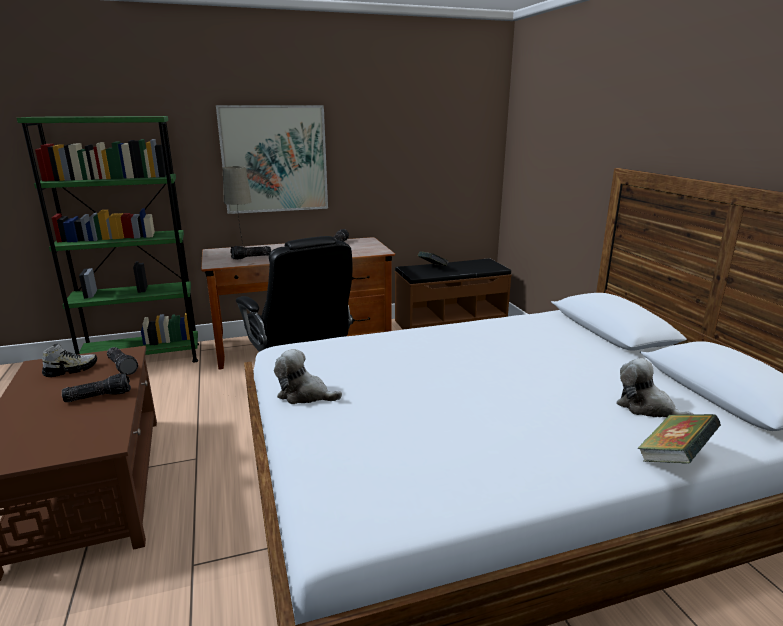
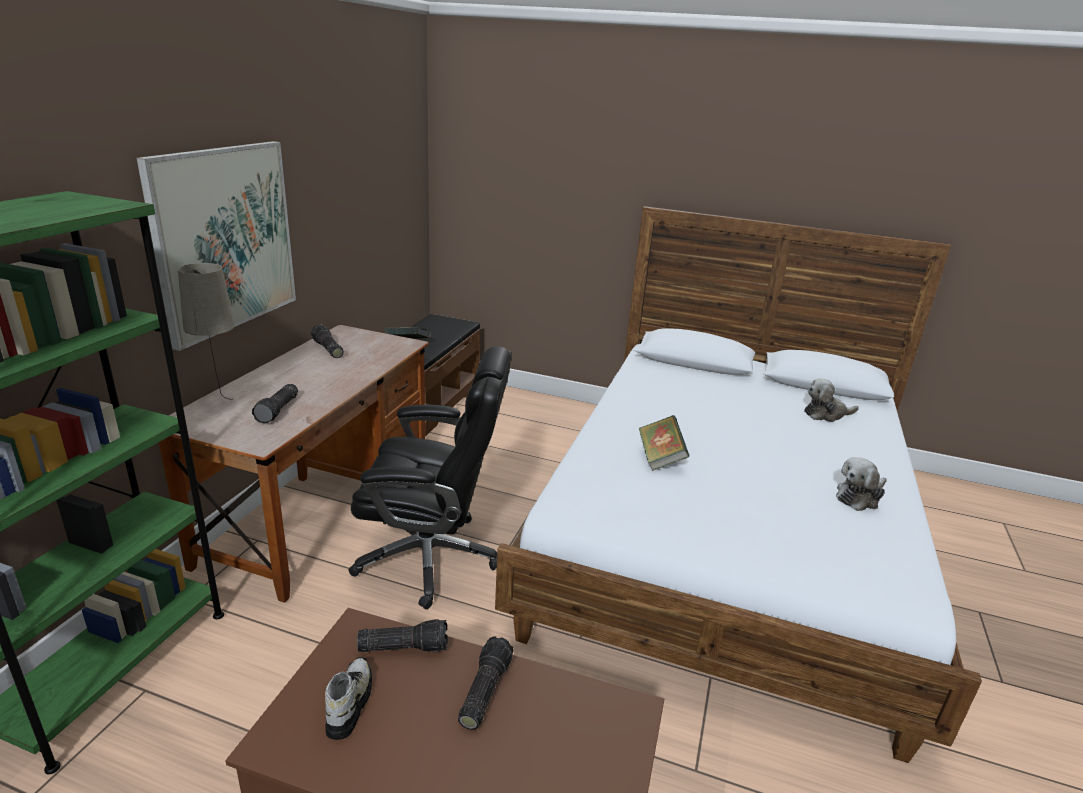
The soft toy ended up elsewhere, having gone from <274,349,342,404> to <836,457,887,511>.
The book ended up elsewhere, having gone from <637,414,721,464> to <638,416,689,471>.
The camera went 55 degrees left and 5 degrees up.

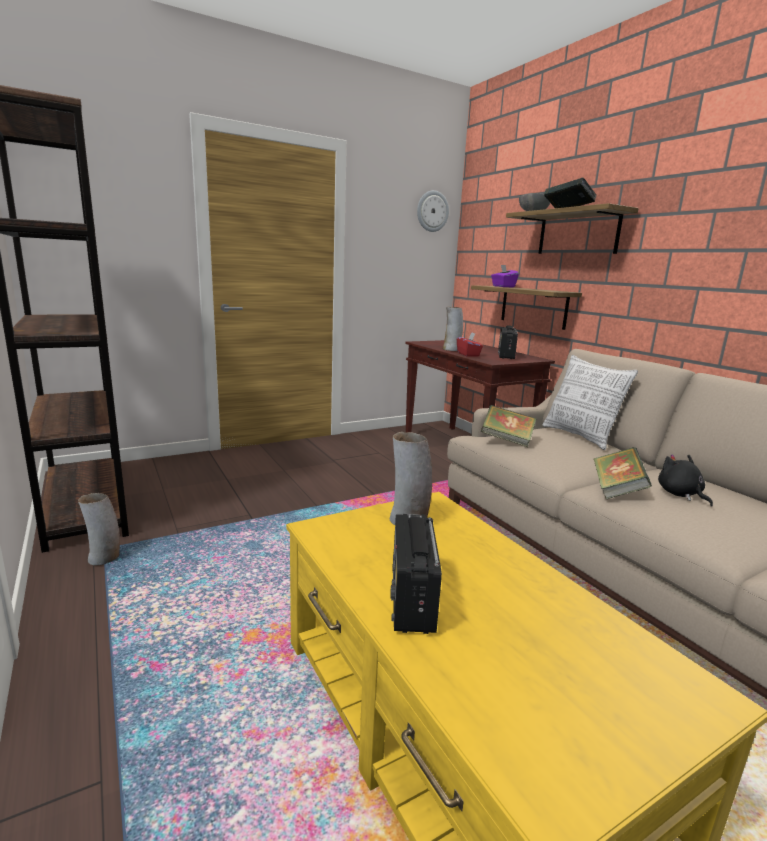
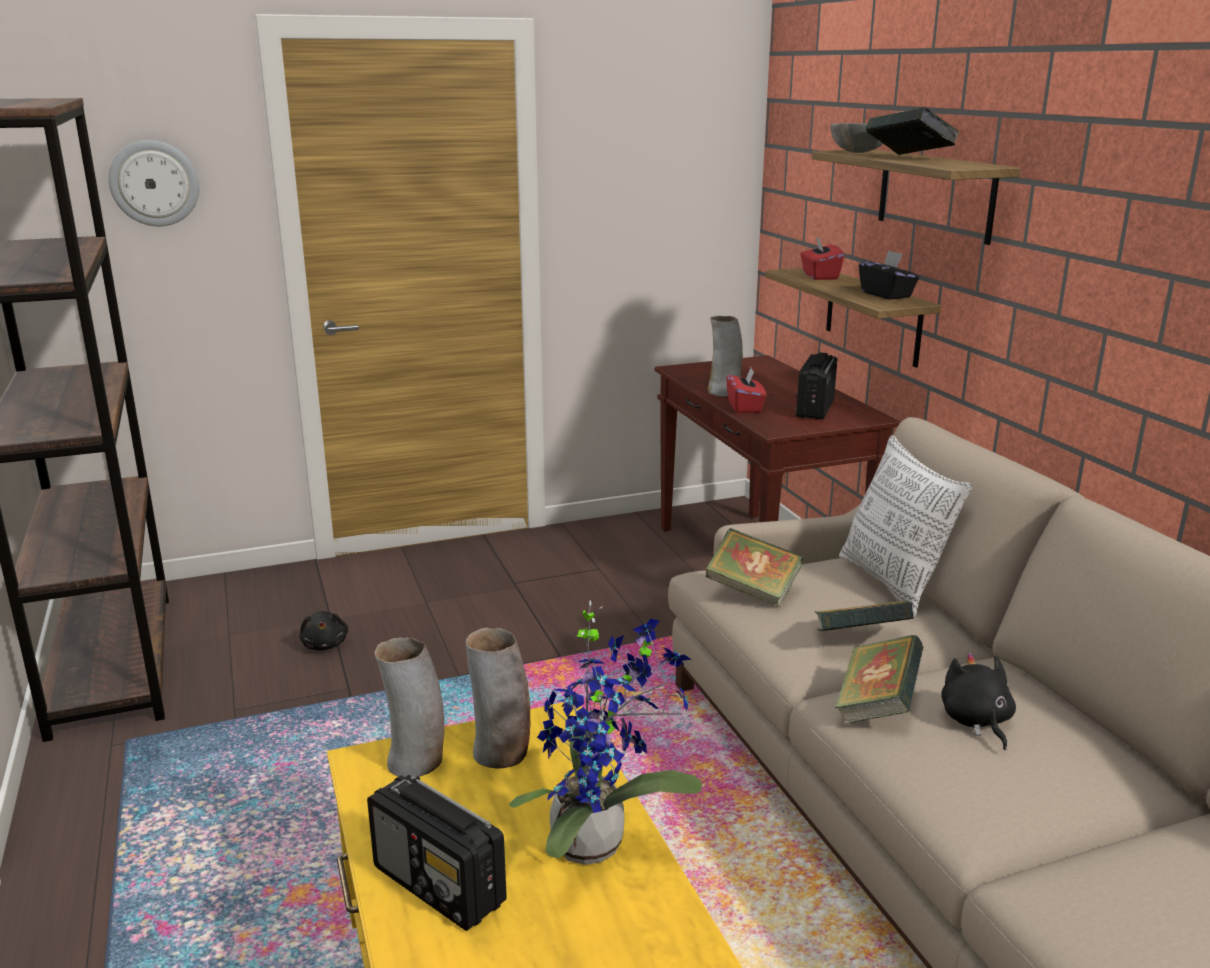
The second view gained the blackish soft toy at <299,611,348,650>.
The second view gained the potted plant at <509,600,702,865>.
The second view gained the book at <815,601,914,631>.
The second view gained the blackish tissue box at <859,250,919,300>.
The decorative vase ended up elsewhere, having gone from <78,493,120,565> to <374,637,444,777>.
The hanging clock ended up elsewhere, having gone from <417,190,449,232> to <108,140,200,226>.
What was the purple tissue box at <491,265,519,287> turned into the red-coloured tissue box at <800,235,844,280>.
The radio set at <390,513,442,634> ended up facing another way, 60 degrees counterclockwise from before.
The camera went 10 degrees right and 5 degrees up.

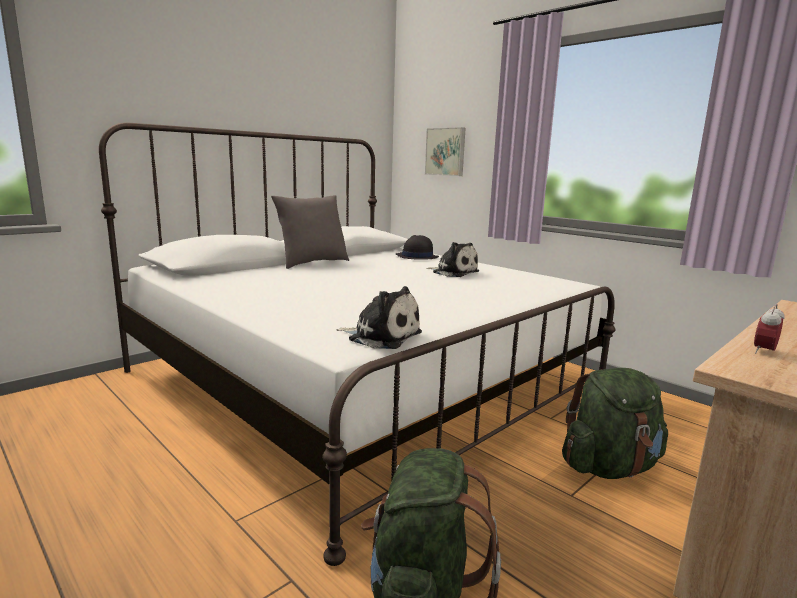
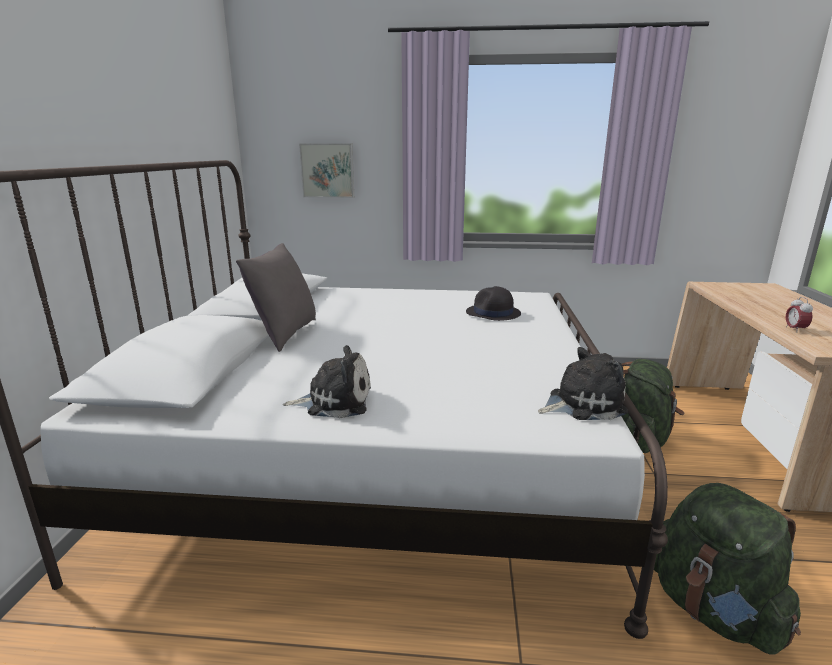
The blackish wearable hat ended up elsewhere, having gone from <396,235,439,260> to <466,286,521,321>.
The soft toy ended up elsewhere, having gone from <426,242,479,277> to <283,345,371,418>.
The camera went 40 degrees left and 5 degrees up.

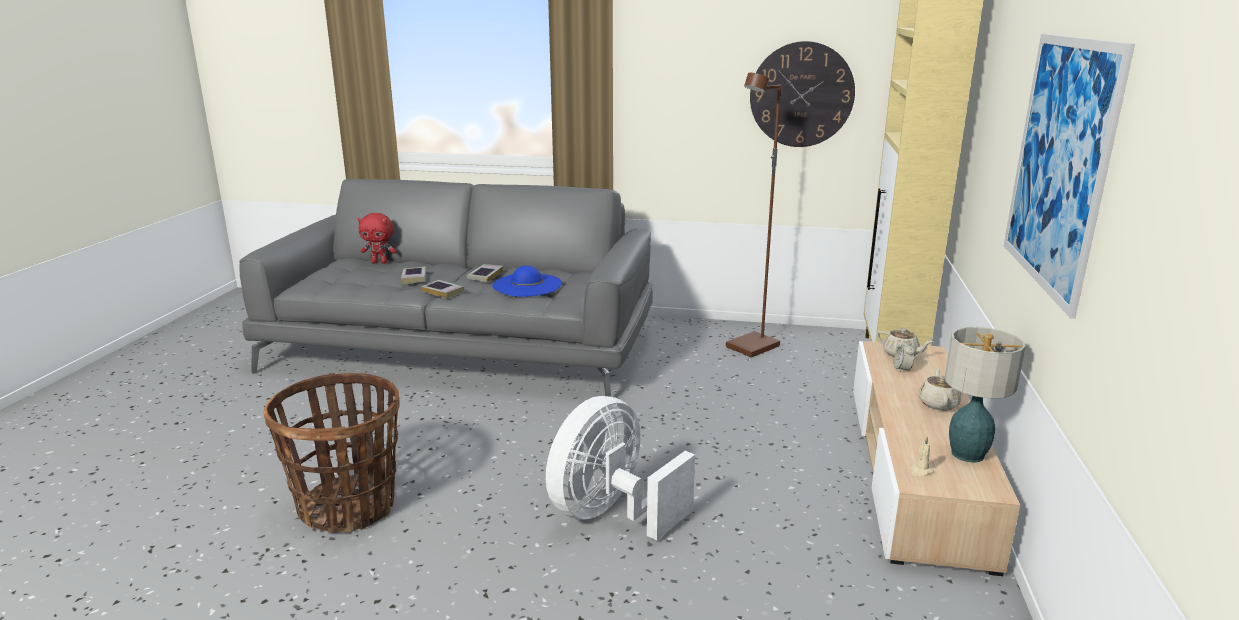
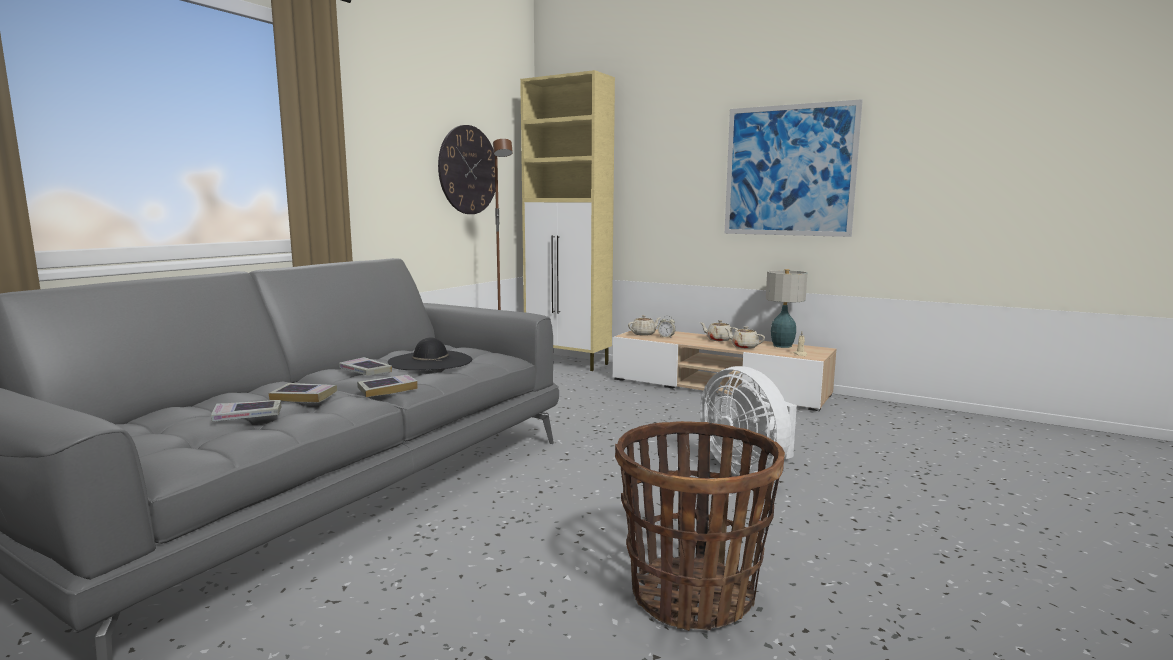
The second view lost the red-coloured soft toy at <357,213,396,264>.
The second view gained the book at <211,400,282,422>.
The second view gained the sand-coloured teapot at <725,326,765,349>.
What was the bluish wearable hat at <492,265,562,297> turned into the blackish wearable hat at <388,337,472,370>.
The camera went 70 degrees left and 10 degrees down.

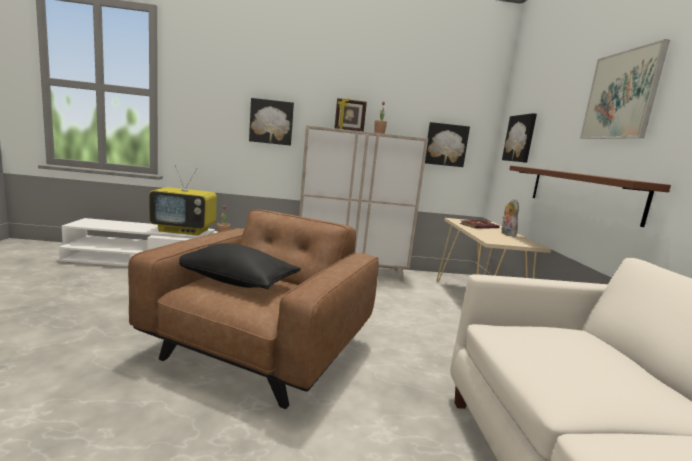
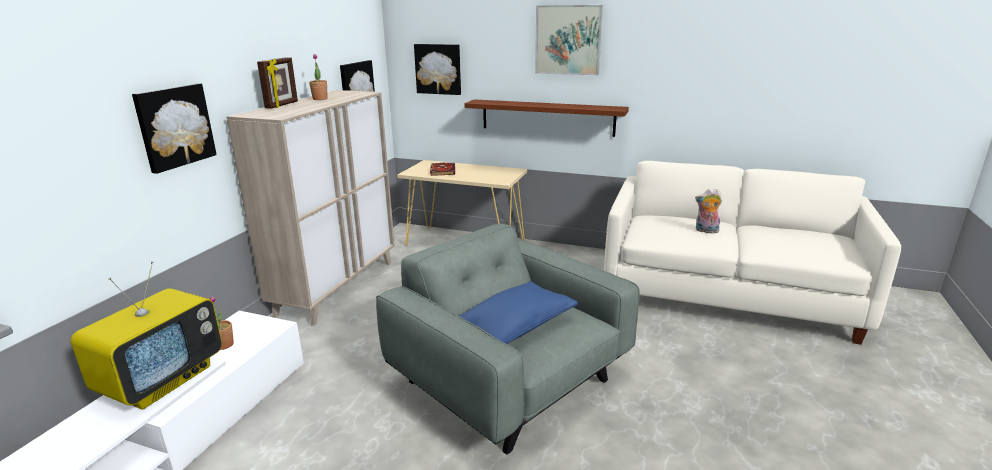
The soft toy ended up elsewhere, having gone from <501,199,519,237> to <695,189,722,233>.
What was the brown armchair at <128,209,379,409> turned into the greyish armchair at <376,224,640,454>.
What was the blackish throw pillow at <179,243,301,289> turned into the bluish throw pillow at <459,281,578,344>.
The camera went 65 degrees left and 10 degrees up.

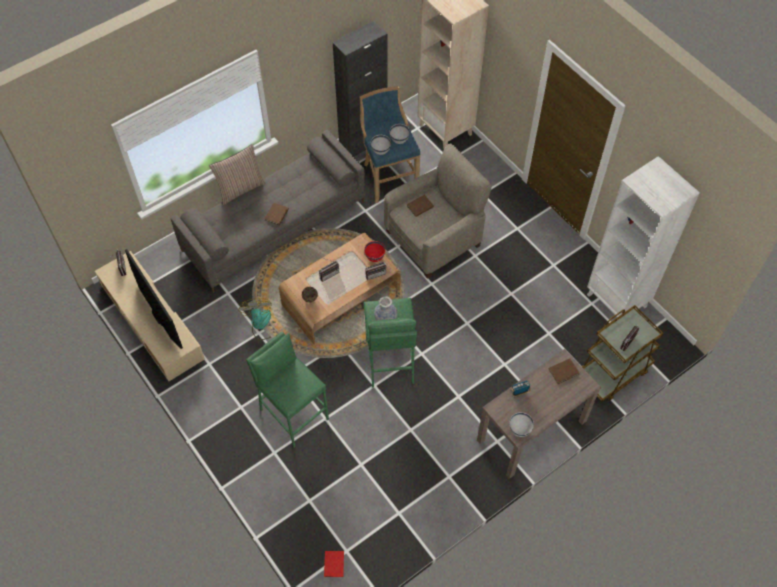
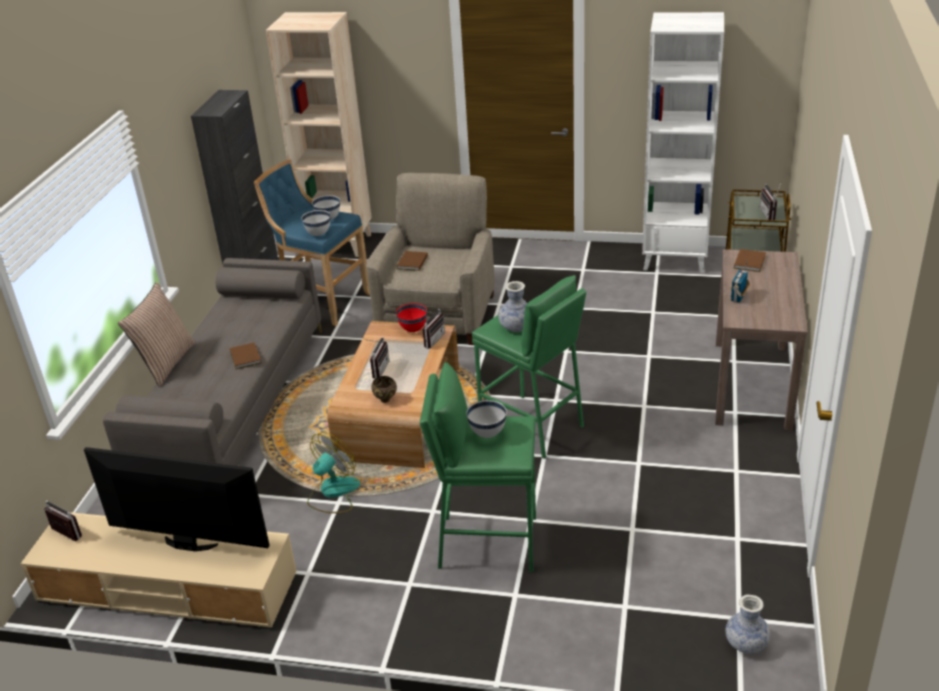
The white-coloured deep dish ended up elsewhere, having gone from <510,412,534,437> to <466,400,507,438>.
Where the red-coloured book stood at <324,551,344,577>, the decorative vase came to stand at <726,594,770,654>.
The fan at <238,298,276,340> ended up facing another way, 90 degrees clockwise from before.
The camera went 40 degrees left and 25 degrees down.

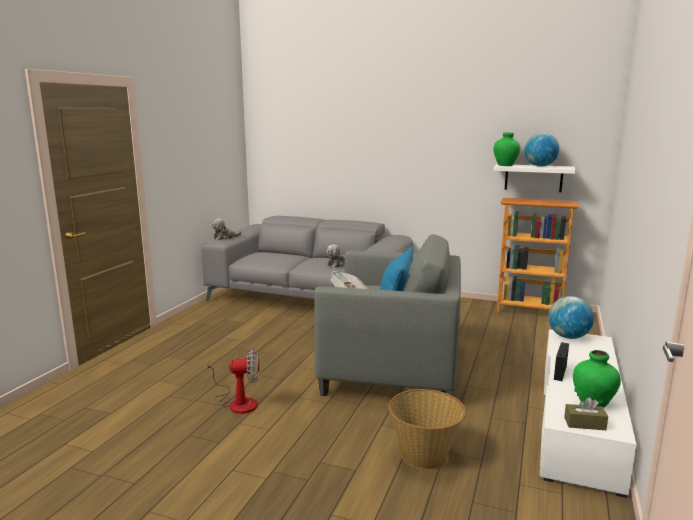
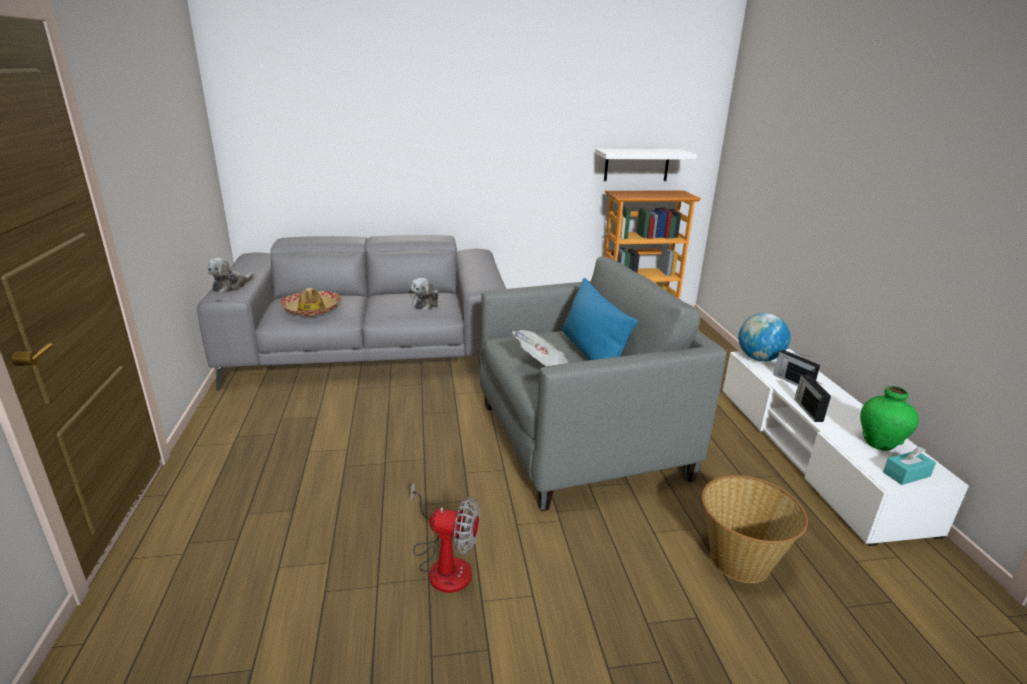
The second view lost the green-coloured decorative vase at <493,132,521,166>.
The second view lost the globe at <525,133,559,167>.
The second view gained the wearable hat at <280,288,341,316>.
The second view gained the radio set at <774,350,820,386>.
What was the brown tissue box at <564,397,608,430> turned into the turquoise-coloured tissue box at <883,447,936,485>.
The fan at <207,348,260,414> ended up facing another way, 45 degrees clockwise from before.
The camera went 30 degrees left and 10 degrees up.

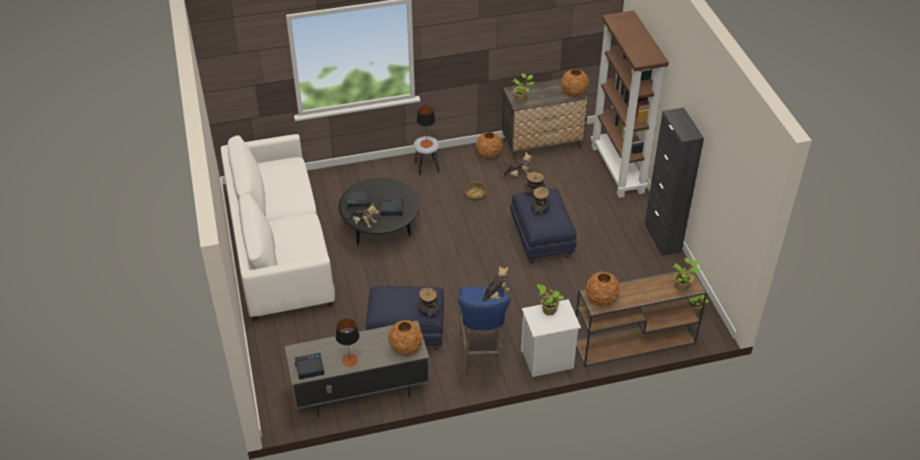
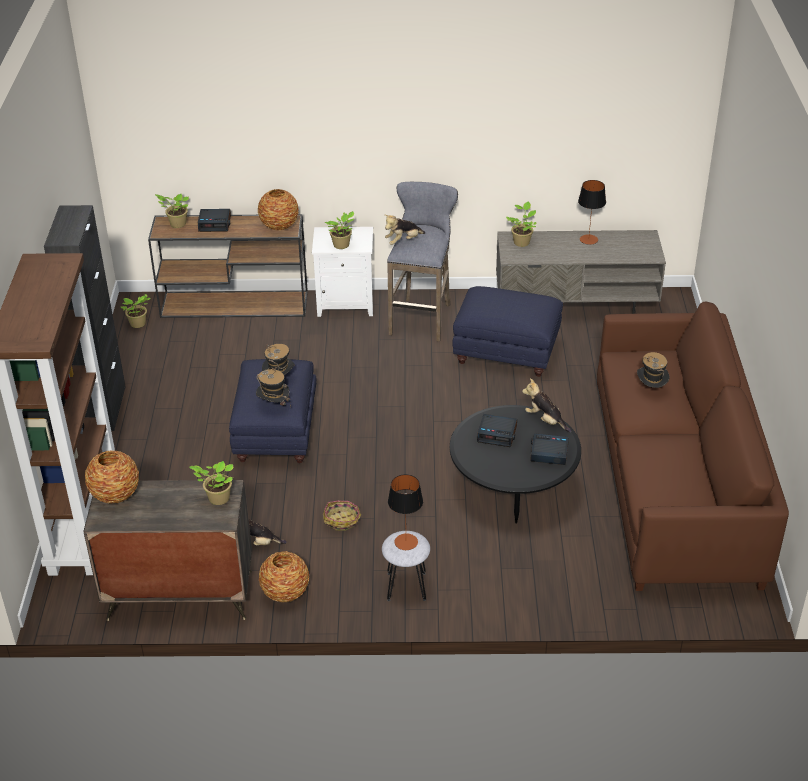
The alarm clock ended up elsewhere, having gone from <294,353,325,380> to <198,209,231,232>.
The wearable hat ended up elsewhere, having gone from <417,288,440,316> to <637,352,670,388>.
Where the decorative vase stood at <388,320,423,355>, the potted plant came to stand at <506,202,536,247>.
What was the white-coloured sofa at <221,134,335,321> turned into the brown sofa at <597,302,789,591>.
What was the bluish sitting stool at <458,287,511,375> turned into the greyish sitting stool at <387,182,458,342>.
The camera went 165 degrees left and 5 degrees down.

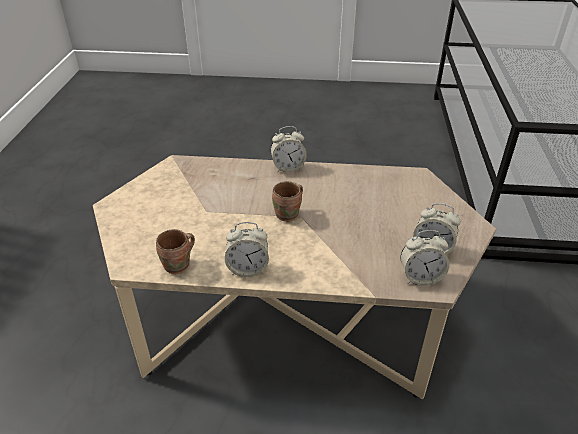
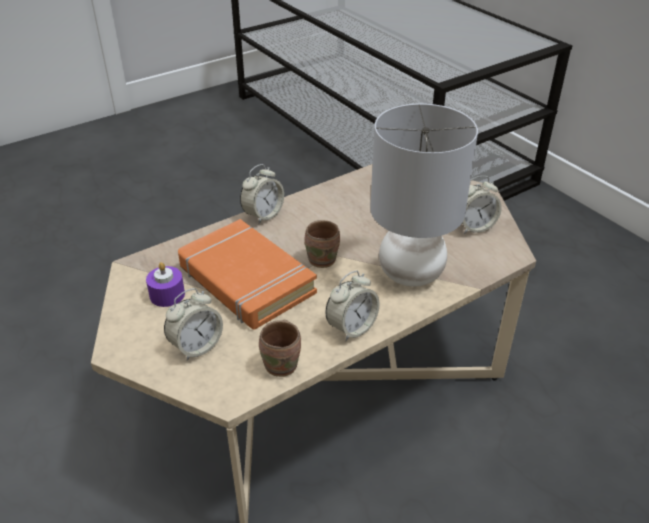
The second view gained the purple wax light at <146,262,185,307>.
The second view gained the orange book at <178,219,317,330>.
The second view gained the greyish lamp for a table at <370,103,478,286>.
The alarm clock ended up elsewhere, having gone from <400,230,450,286> to <164,288,223,361>.
The camera went 40 degrees left and 0 degrees up.

